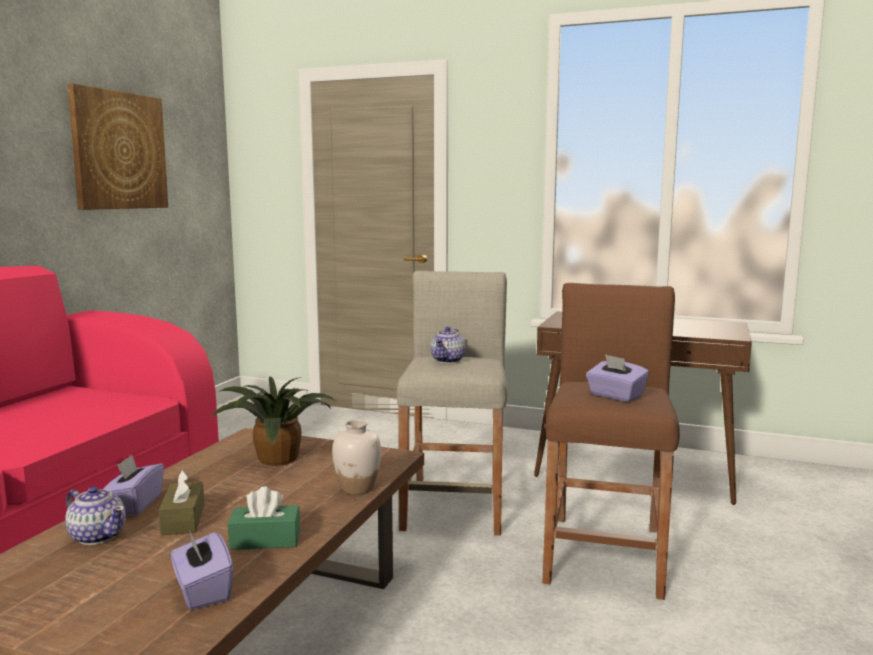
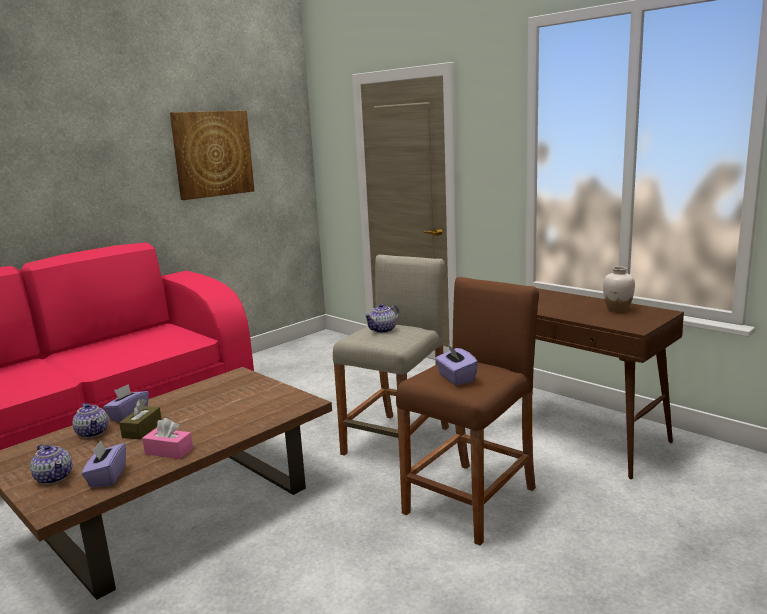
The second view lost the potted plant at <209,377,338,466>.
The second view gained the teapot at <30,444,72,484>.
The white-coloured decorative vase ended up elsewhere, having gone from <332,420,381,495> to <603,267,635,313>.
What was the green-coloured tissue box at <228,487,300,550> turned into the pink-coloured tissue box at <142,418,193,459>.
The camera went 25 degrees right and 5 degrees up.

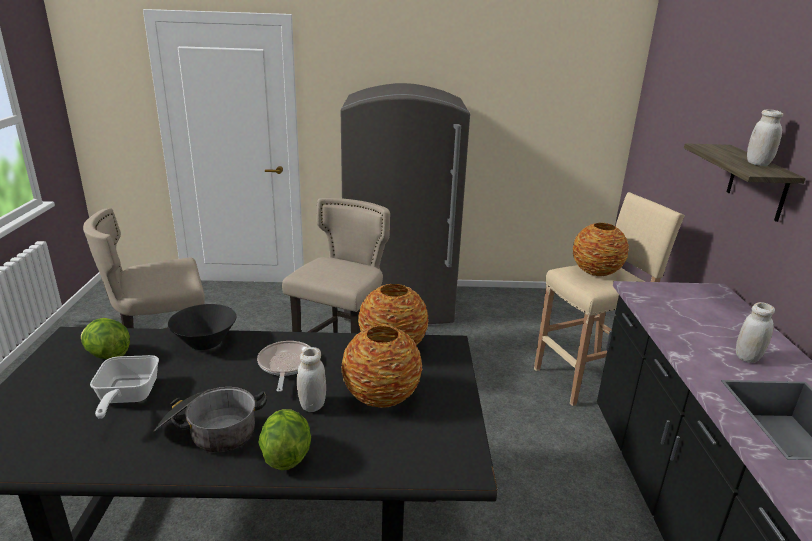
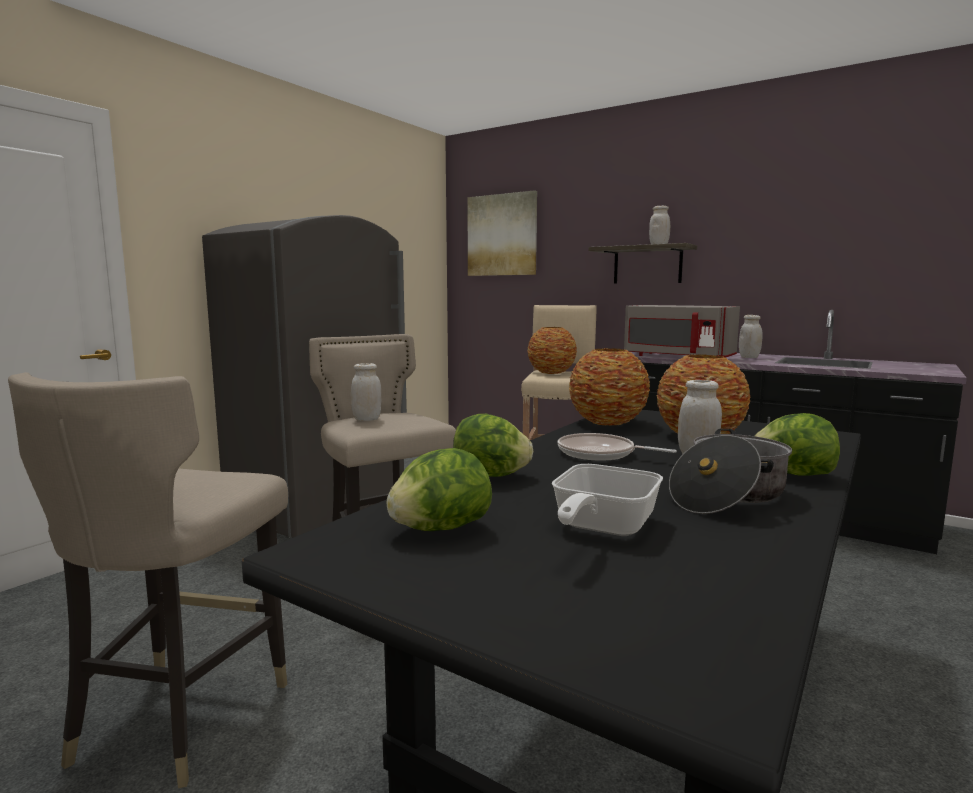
The second view gained the white-coloured jar at <351,363,382,421>.
The second view gained the picture at <467,190,537,276>.
The second view gained the greyish microwave at <624,305,740,358>.
Where the blackish deep dish stood at <168,304,236,350>, the lettuce came to stand at <453,414,533,477>.
The pan at <90,355,159,419> ended up facing another way, 90 degrees clockwise from before.
The camera went 55 degrees left and 15 degrees down.

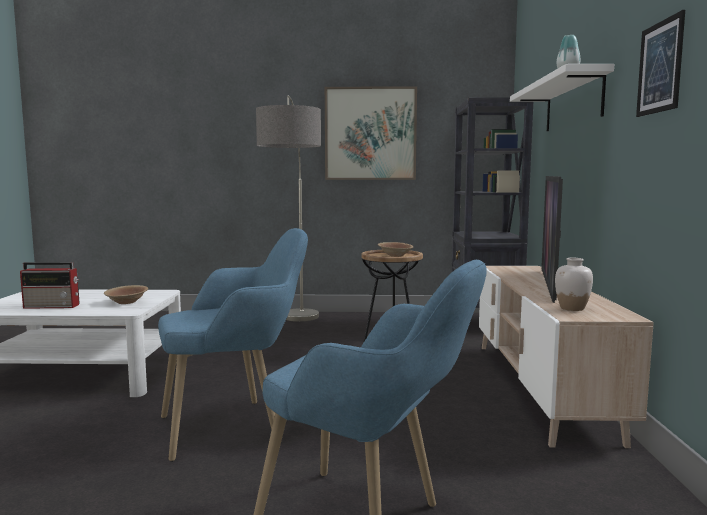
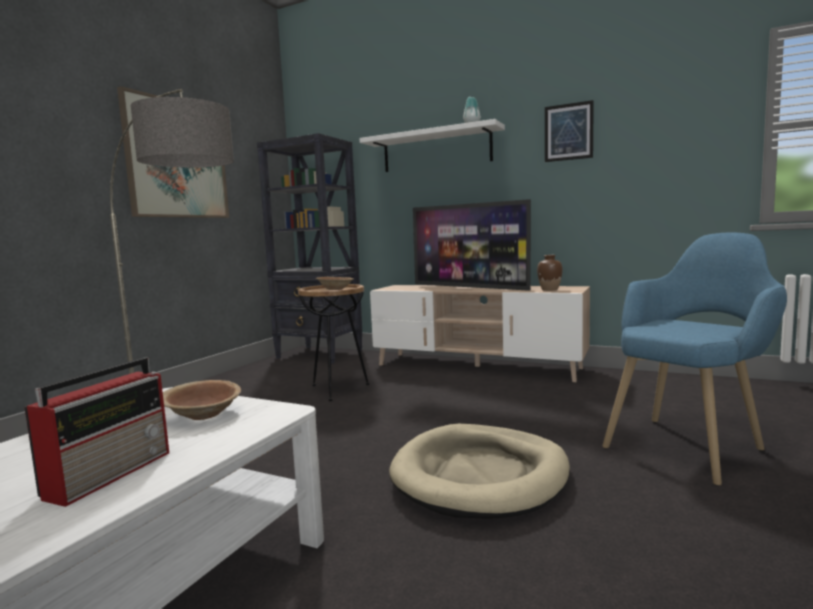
Where the bluish armchair stood at <158,228,308,462>, the sand-coloured pet bed came to stand at <389,424,570,519>.
What was the white-coloured decorative vase at <555,258,593,311> turned into the brown decorative vase at <537,255,562,291>.
The camera went 65 degrees left and 0 degrees up.

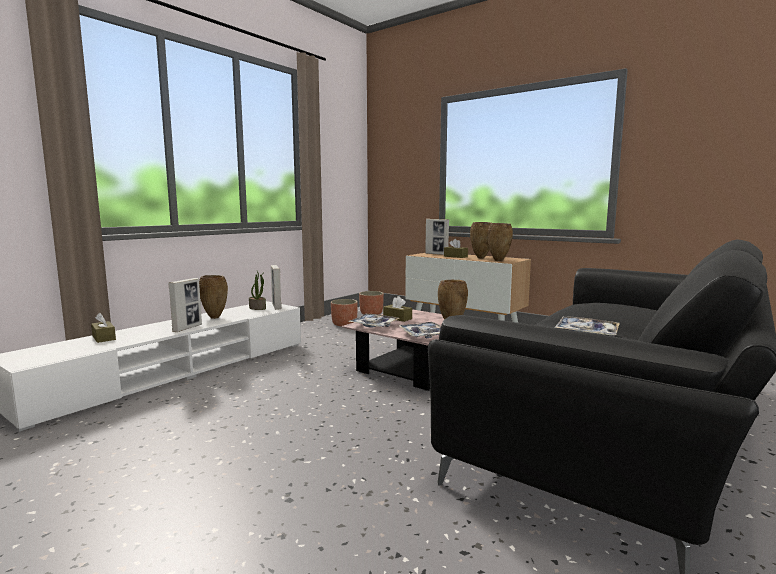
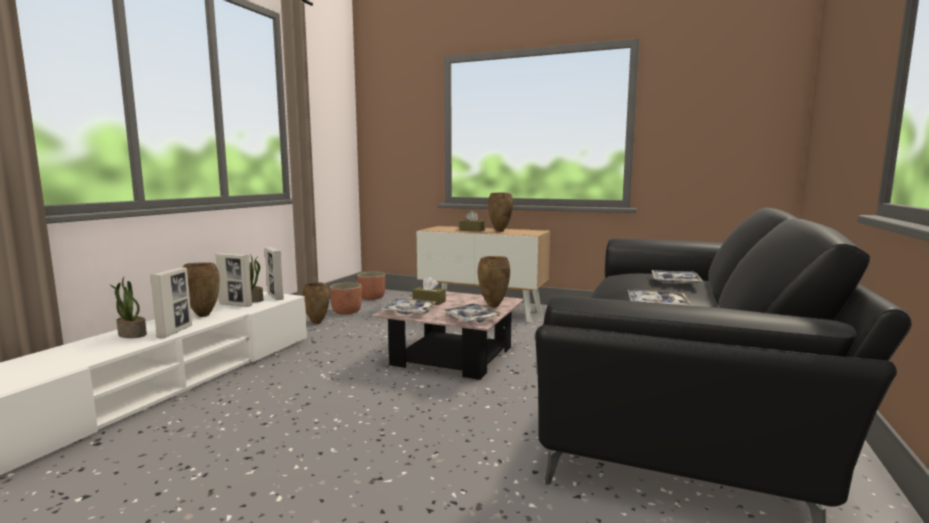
The second view lost the brown tissue box at <91,313,116,343>.
The second view gained the potted plant at <110,277,147,338>.
The second view gained the serving tray at <652,270,703,284>.
The standing frame ended up elsewhere, having gone from <425,219,449,255> to <215,253,252,307>.
The brown decorative vase ended up elsewhere, having gone from <487,223,513,261> to <302,282,330,324>.
The camera went 15 degrees left and 0 degrees up.

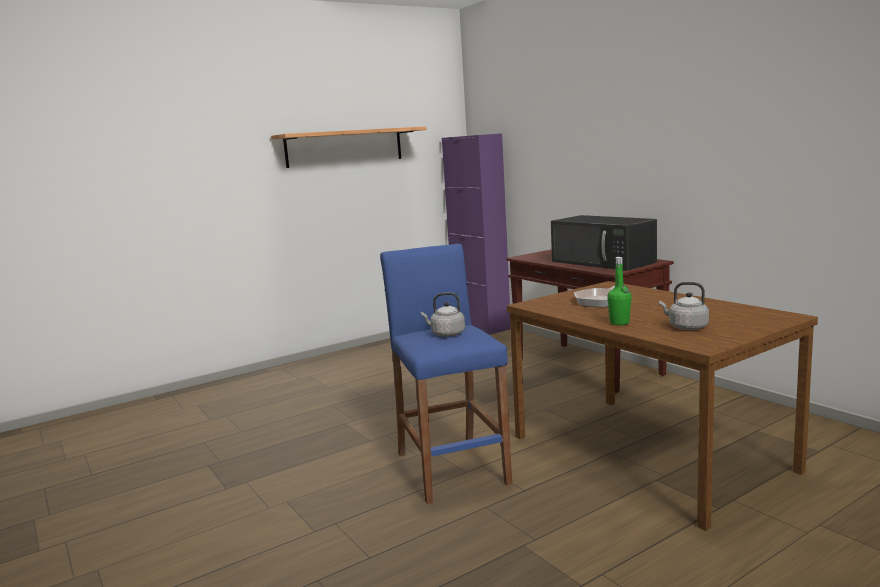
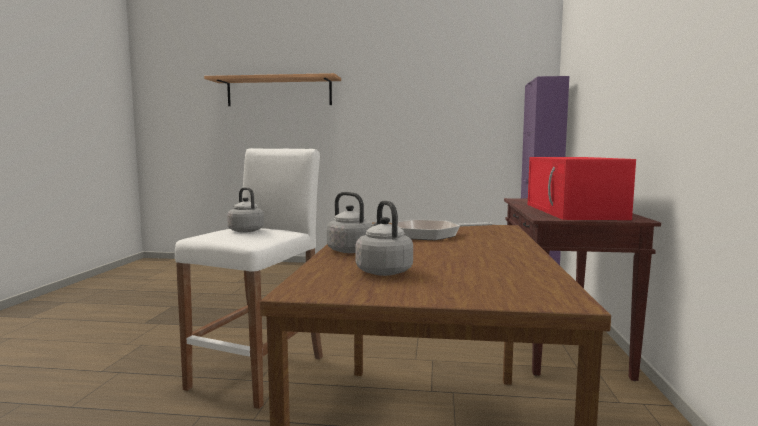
The wall shelf ended up elsewhere, having gone from <271,126,426,168> to <204,73,341,106>.
Where the green-coloured bottle stood at <607,257,632,325>, the greyish tea kettle came to stand at <327,192,377,253>.
What was the bluish sitting stool at <380,244,512,504> turned into the white-coloured sitting stool at <175,148,323,409>.
What was the blackish microwave at <551,215,657,271> turned into the red-coloured microwave at <528,157,636,220>.
The camera went 40 degrees right and 5 degrees down.

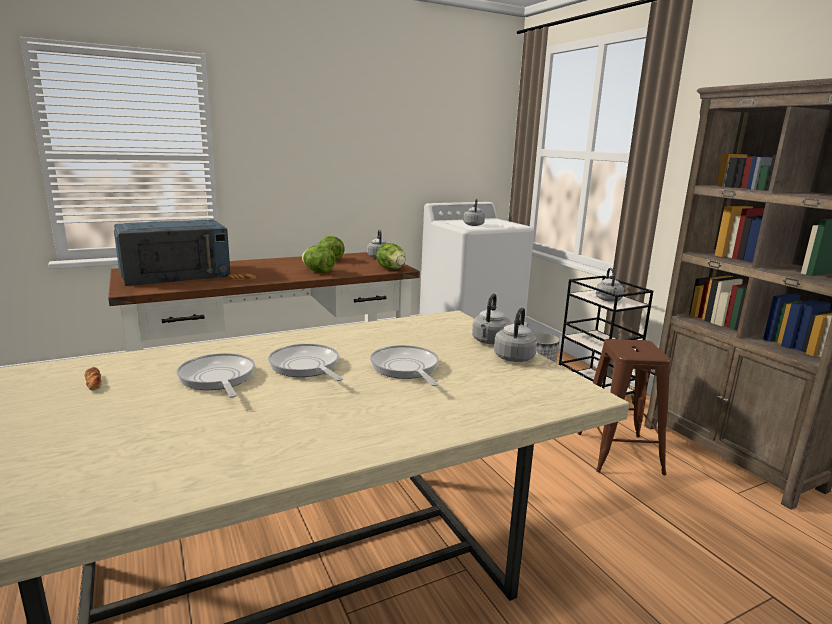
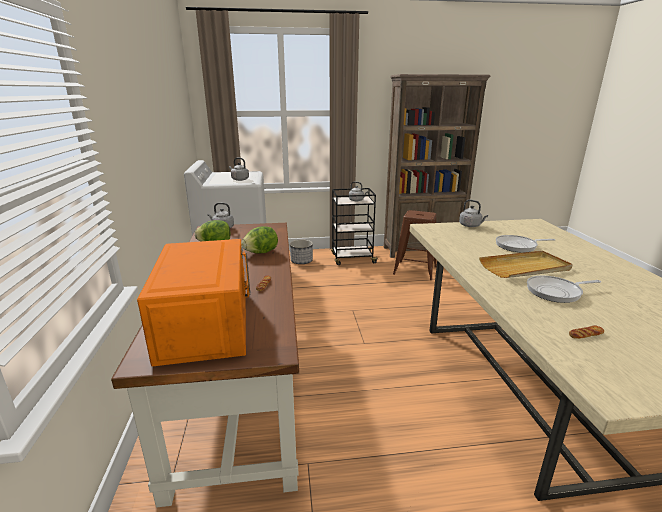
The second view lost the lettuce at <376,243,406,270>.
The second view lost the greyish tea kettle at <494,307,537,362>.
Where the pan stood at <268,344,343,381>, the sand-coloured serving tray came to stand at <479,251,573,278>.
What was the bluish microwave at <114,220,230,286> turned into the orange microwave at <137,239,250,367>.
The camera went 70 degrees left and 5 degrees up.

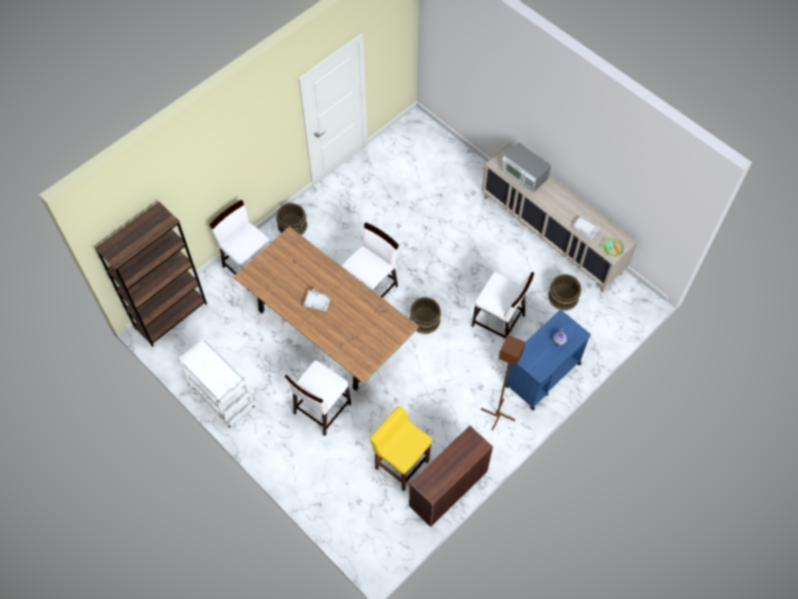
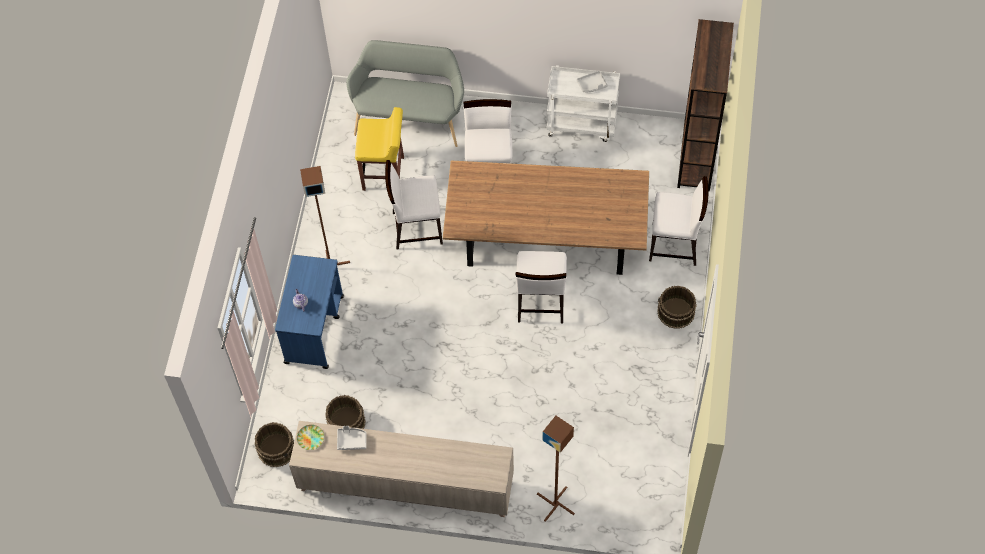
The second view lost the brown desk at <409,426,493,527>.
The second view lost the microwave at <501,142,551,194>.
The second view gained the greyish bench at <346,40,464,147>.
The second view gained the brown standard lamp at <537,416,575,522>.
The greyish serving tray ended up elsewhere, having gone from <304,289,330,311> to <576,71,608,92>.
The brown pail ended up elsewhere, having gone from <410,297,441,334> to <254,422,294,467>.
The white-coloured plain chair ended up elsewhere, having gone from <472,272,534,339> to <385,160,443,250>.
The camera went 145 degrees right and 0 degrees up.

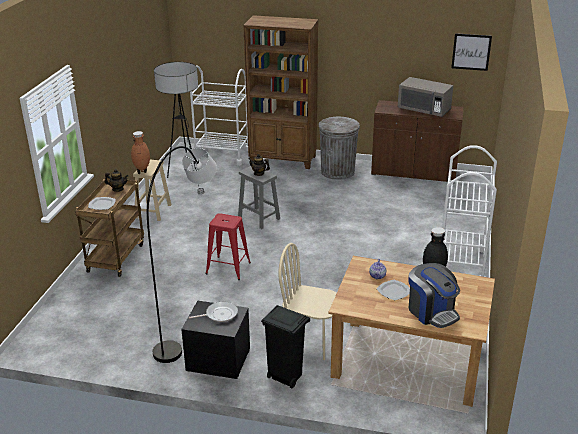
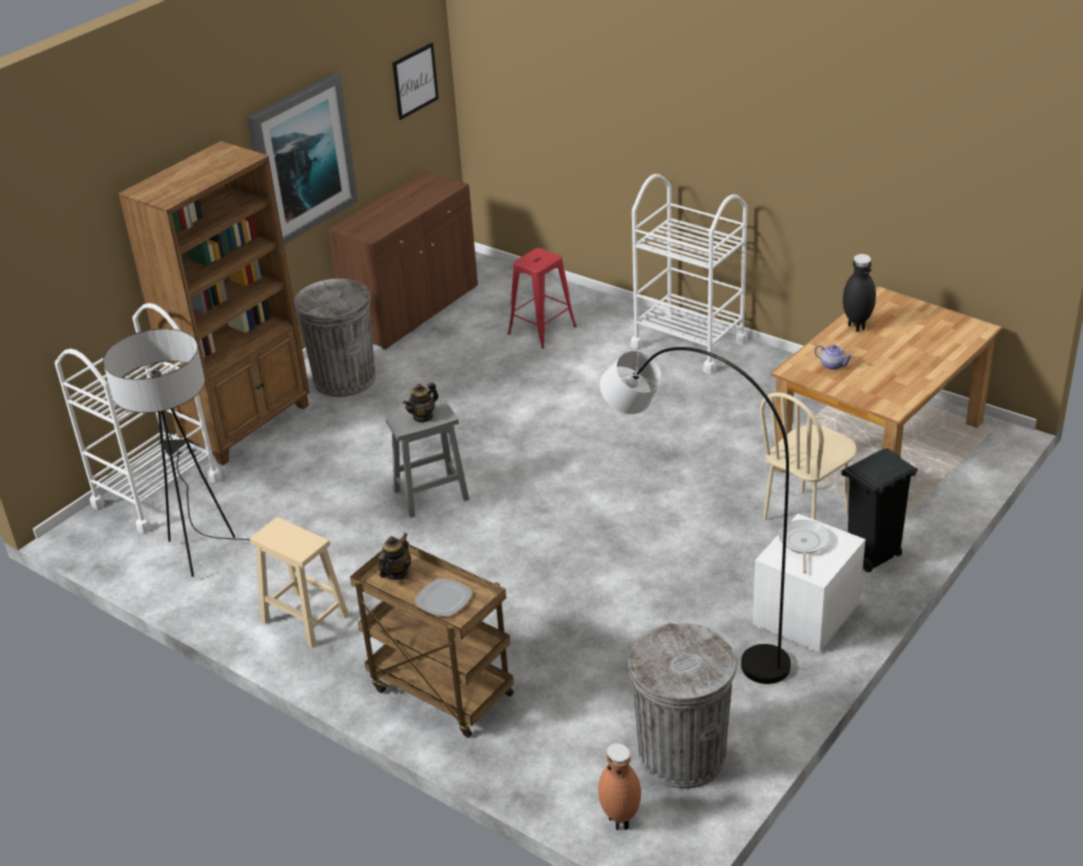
The second view lost the plate at <377,280,410,300>.
The second view lost the greyish microwave at <398,77,453,117>.
The second view lost the coffee machine at <409,263,460,328>.
The second view gained the picture at <247,73,358,245>.
The second view gained the greyish rubbish bin at <628,623,737,789>.
The brown decorative vase ended up elsewhere, having gone from <131,131,150,174> to <598,743,641,830>.
The red-coloured sitting stool ended up elsewhere, having gone from <206,213,251,280> to <508,248,577,348>.
What was the blackish night table at <181,301,250,379> turned into the white-coloured night table at <753,514,866,652>.
The camera went 65 degrees left and 5 degrees up.

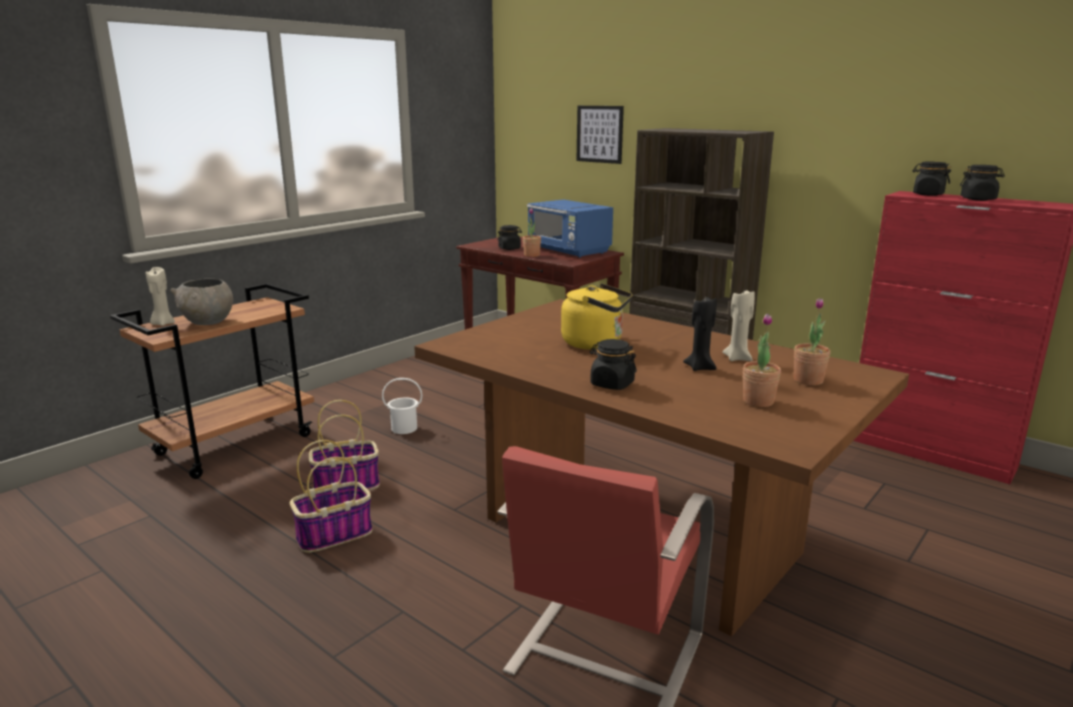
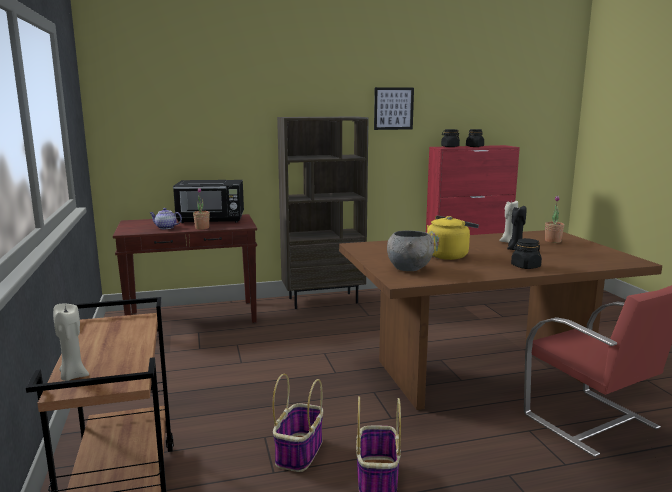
The second view lost the white-coloured pail at <382,378,422,434>.
The second view lost the potted plant at <743,314,781,407>.
The greyish deep dish ended up elsewhere, having gone from <170,279,233,325> to <387,231,434,271>.
The picture ended up elsewhere, having gone from <576,106,624,164> to <374,87,414,130>.
Where the blackish jar stood at <497,225,522,250>, the teapot came to stand at <150,208,182,229>.
What was the bluish microwave at <527,199,613,258> turned into the blackish microwave at <173,180,244,223>.
The camera went 55 degrees left and 5 degrees down.

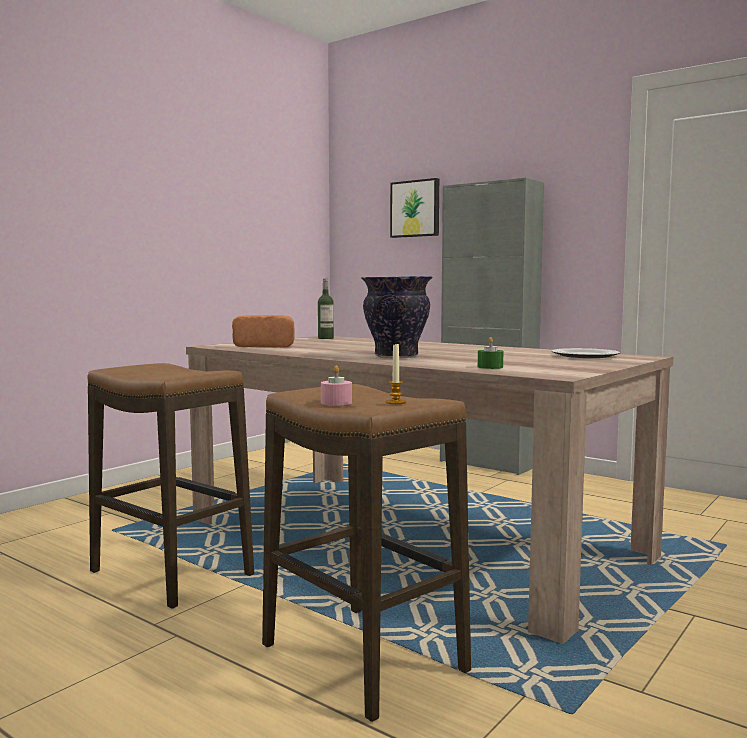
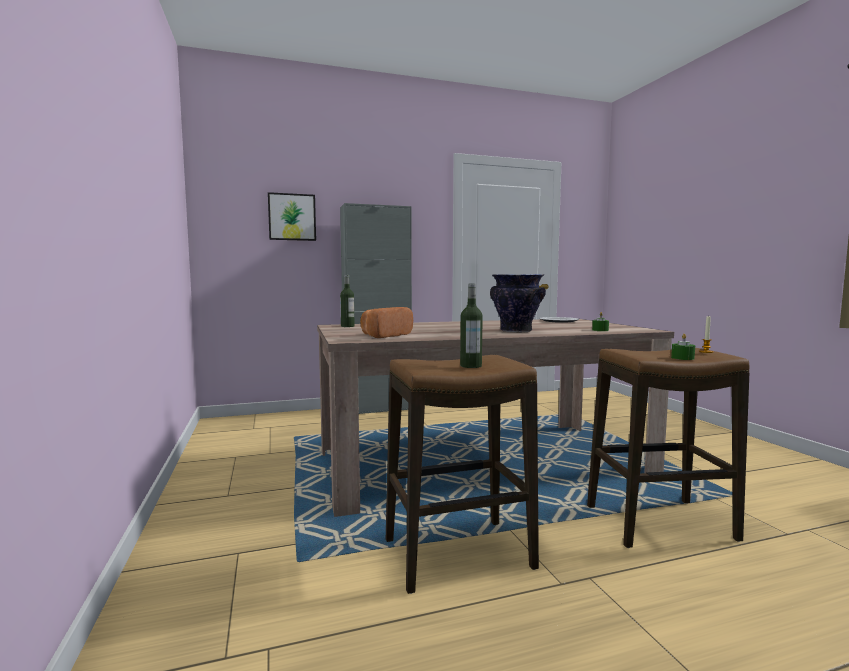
The second view gained the bottle at <460,283,483,368>.
What was the pink-coloured wax light at <321,365,352,406> turned into the green-coloured wax light at <671,334,695,360>.
The camera went 55 degrees left and 0 degrees up.

